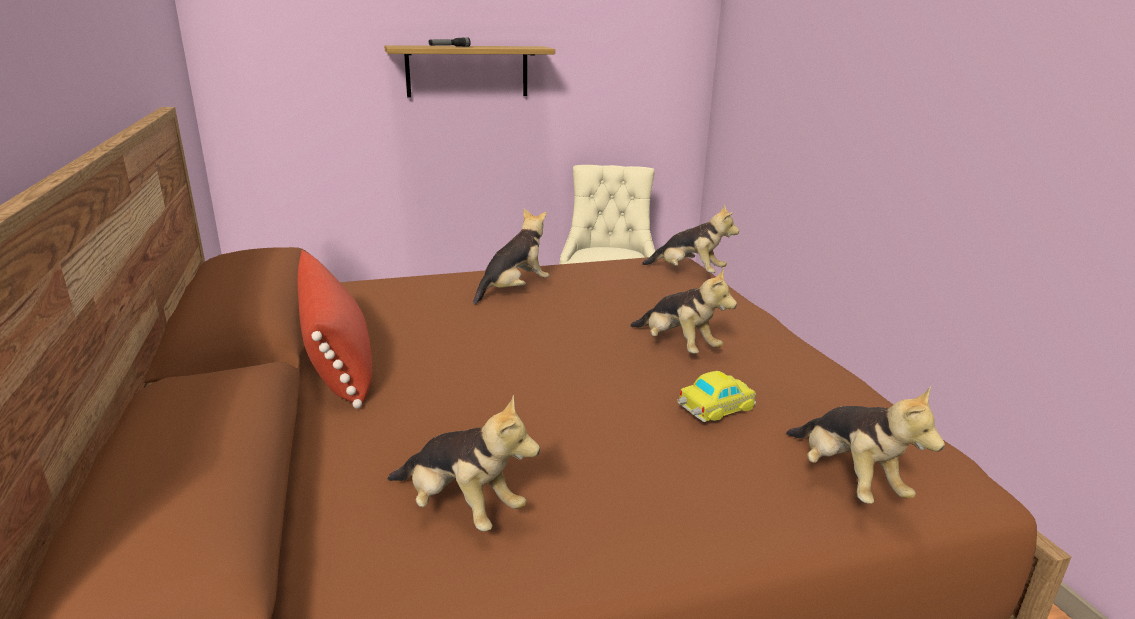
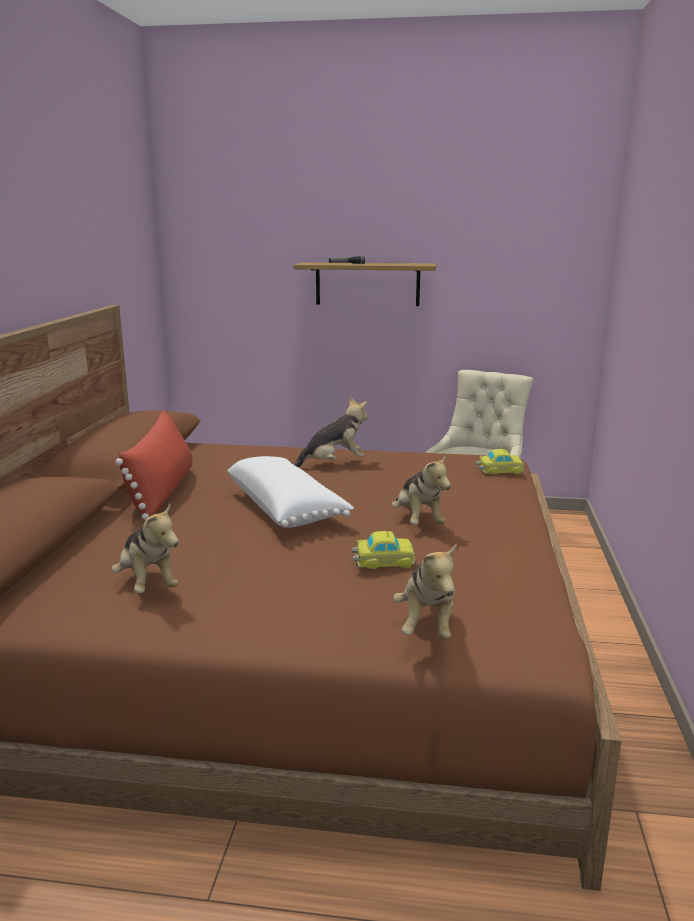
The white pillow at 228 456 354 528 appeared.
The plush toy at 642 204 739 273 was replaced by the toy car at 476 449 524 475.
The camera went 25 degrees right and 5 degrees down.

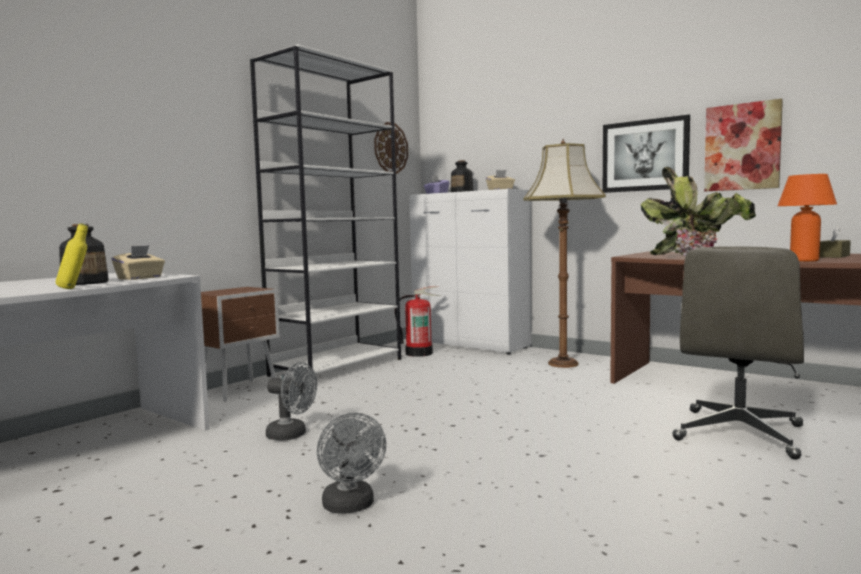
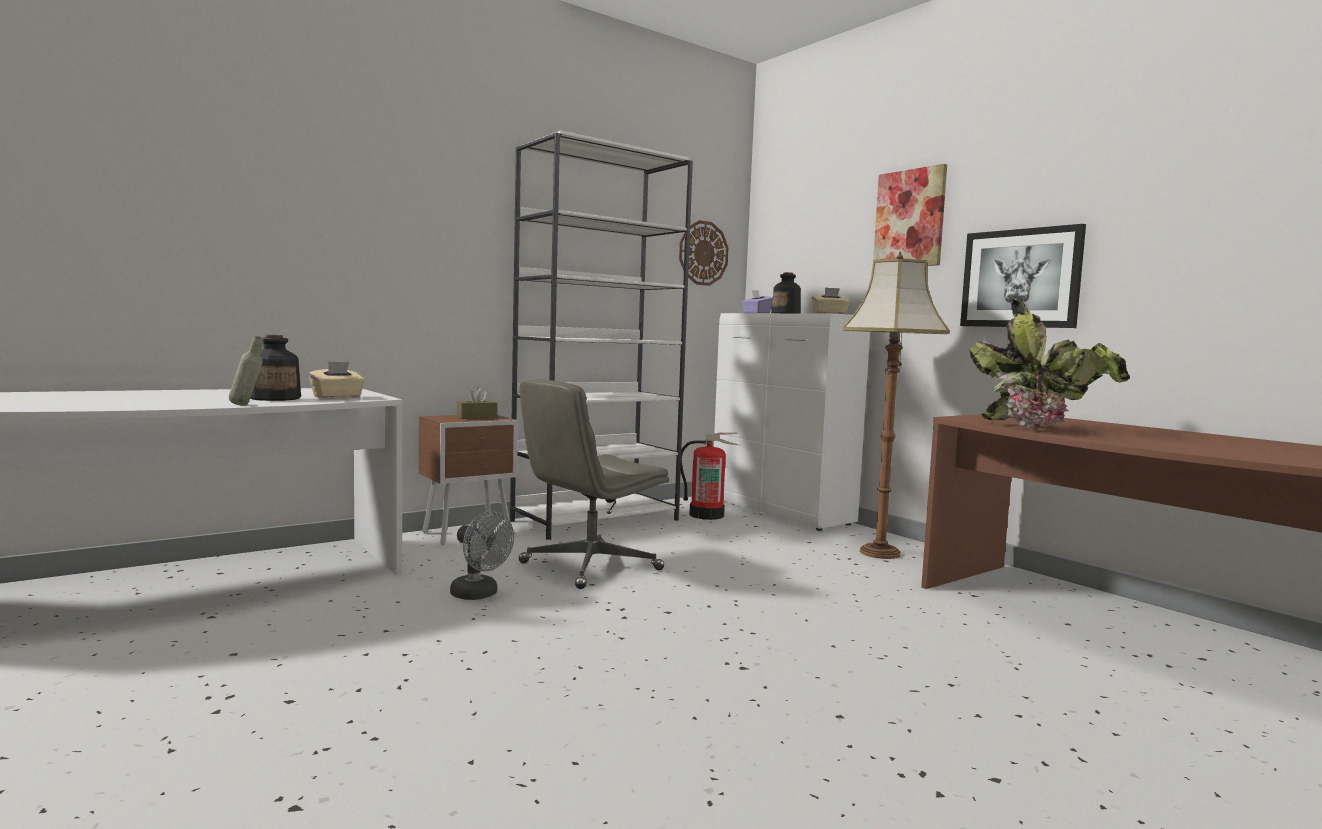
The yellow bottle at 56 223 88 289 became the grey bottle at 229 336 264 406.
The brown tissue box moved from 820 226 851 258 to 457 387 498 419.
The grey office chair moved from 672 246 804 460 to 519 379 669 589.
The picture moved from 704 99 783 191 to 873 164 947 266.
The grey fan at 317 413 386 514 disappeared.
The orange table lamp at 778 174 837 262 disappeared.
The camera went 15 degrees right and 0 degrees up.

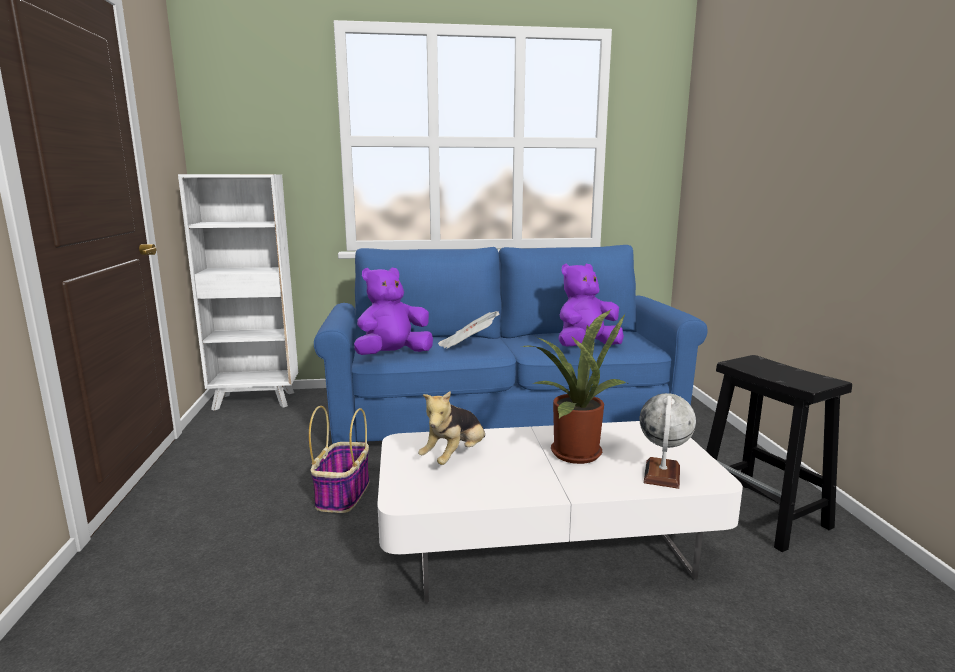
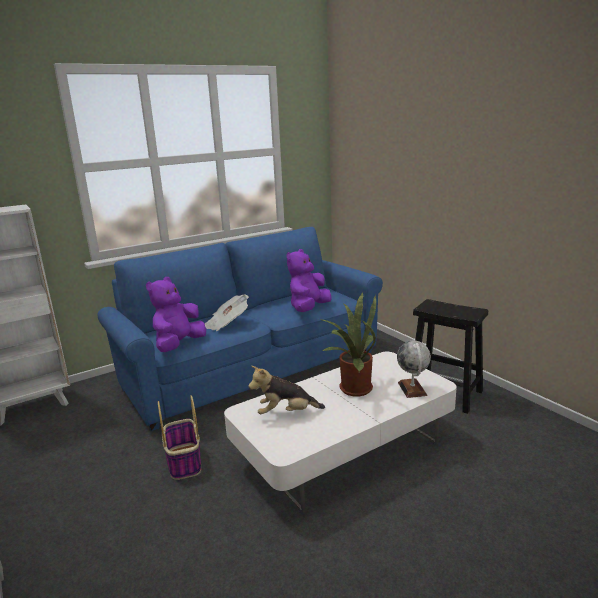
The plush toy at 418 391 485 465 turned 75 degrees clockwise.
The camera went 25 degrees left and 5 degrees up.

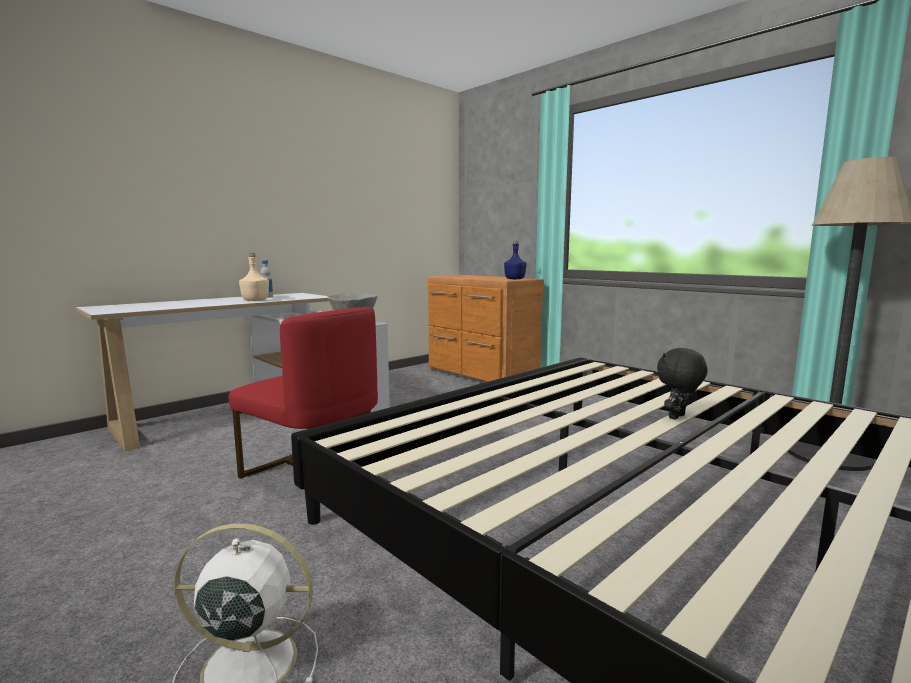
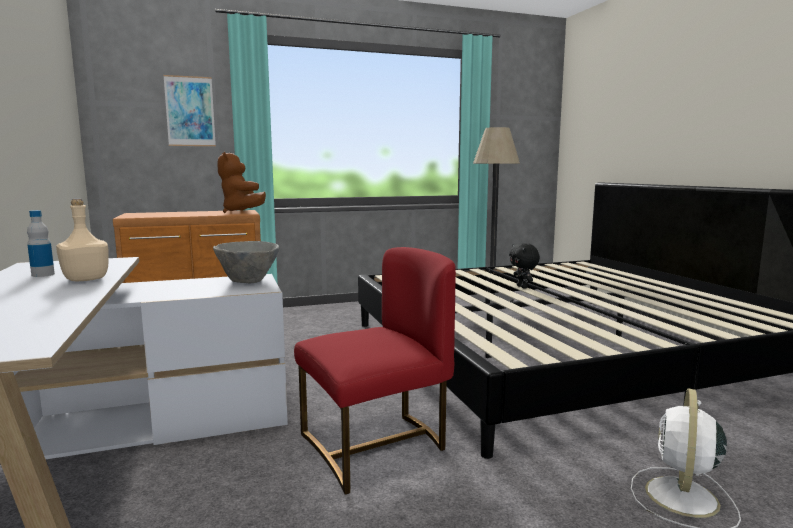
The picture at 163 75 216 146 appeared.
The blue bottle at 504 241 527 279 was replaced by the brown plush toy at 217 151 266 213.
The camera went 65 degrees left and 0 degrees up.

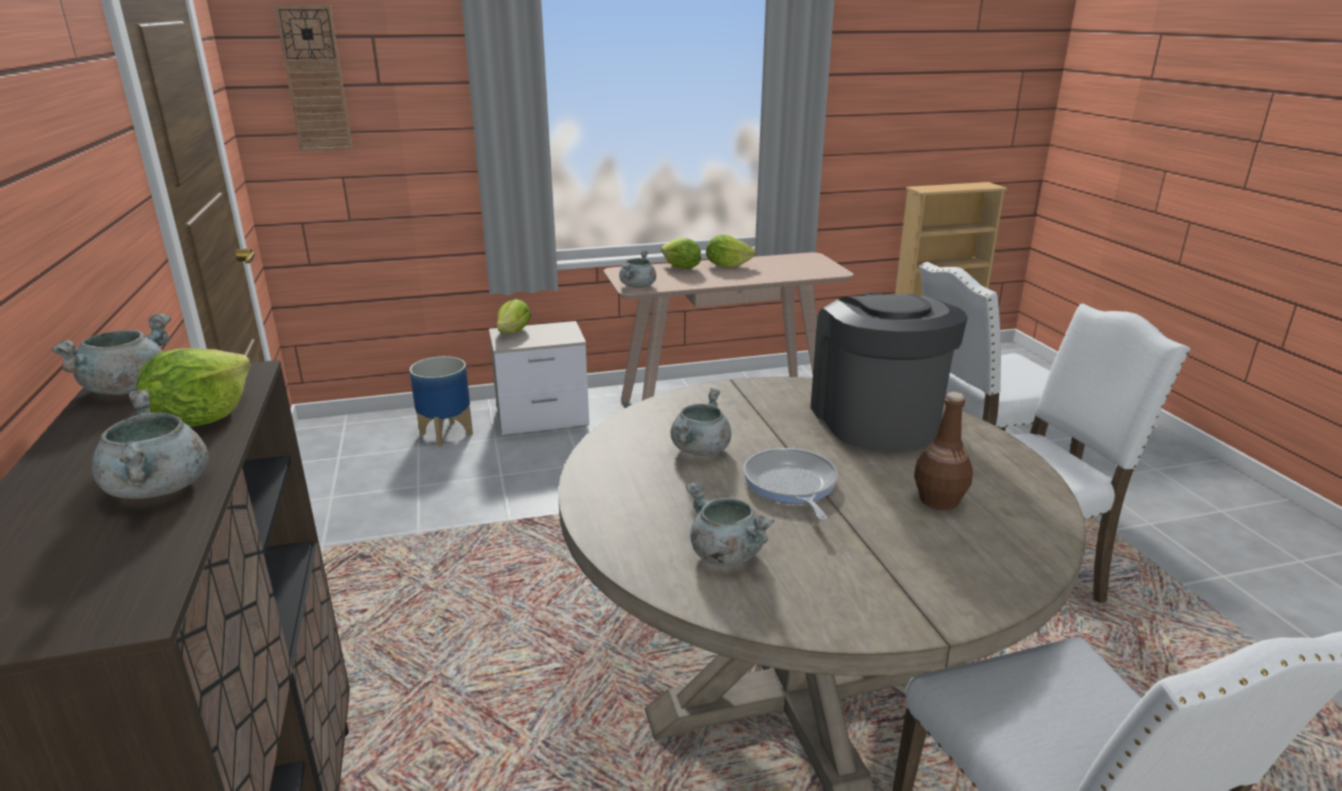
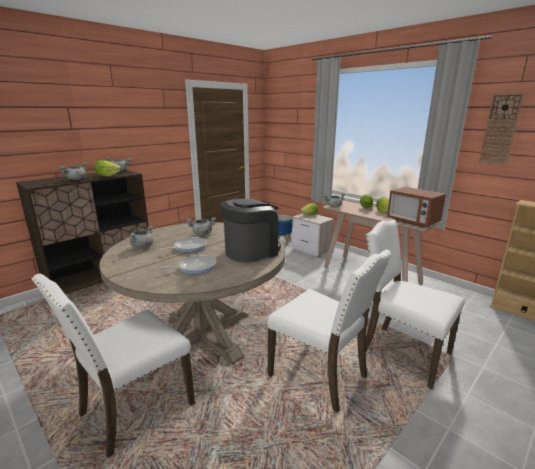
The brown bottle at 914 392 973 510 was replaced by the frying pan at 159 255 216 274.
The microwave at 387 187 446 228 appeared.
The wall clock moved from 274 6 353 152 to 479 93 524 165.
The camera went 60 degrees right and 5 degrees down.

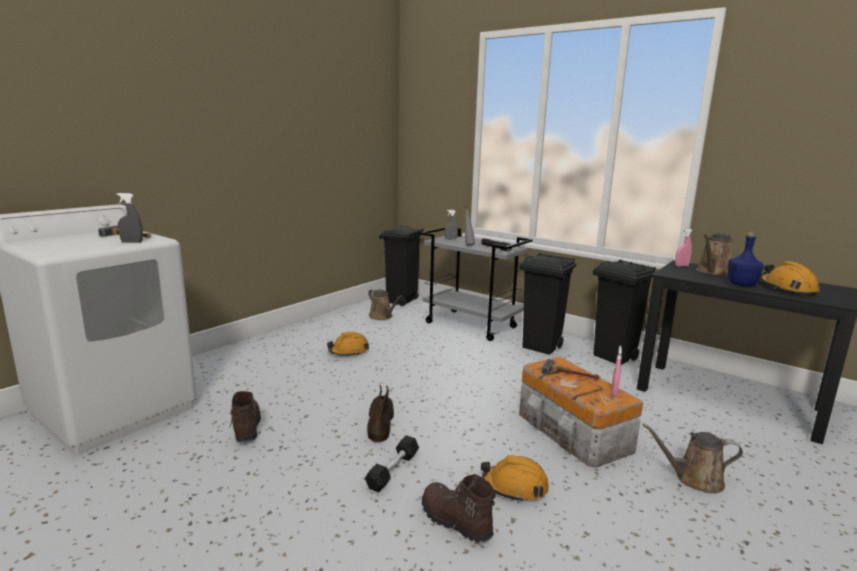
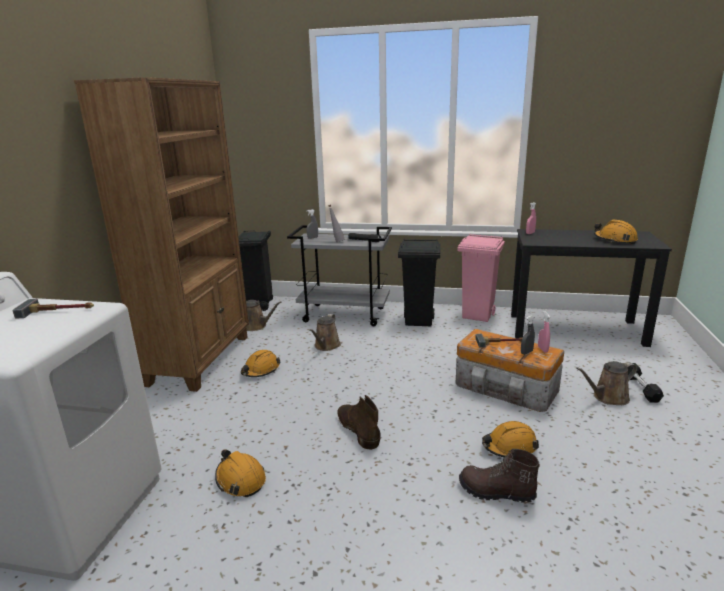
The brown bookcase at 74 77 249 392 appeared.
The brown boot at 229 391 261 442 was replaced by the orange hard hat at 215 449 266 497.
The brown watering can moved from 696 233 732 275 to 309 314 341 351.
The black trash can at 592 260 656 365 became the pink trash can at 457 234 505 322.
The grey spray bottle moved from 117 193 143 243 to 521 315 535 355.
The black dumbbell moved from 365 435 419 492 to 628 363 664 403.
The blue bottle at 728 232 764 286 disappeared.
The camera went 25 degrees left and 5 degrees up.

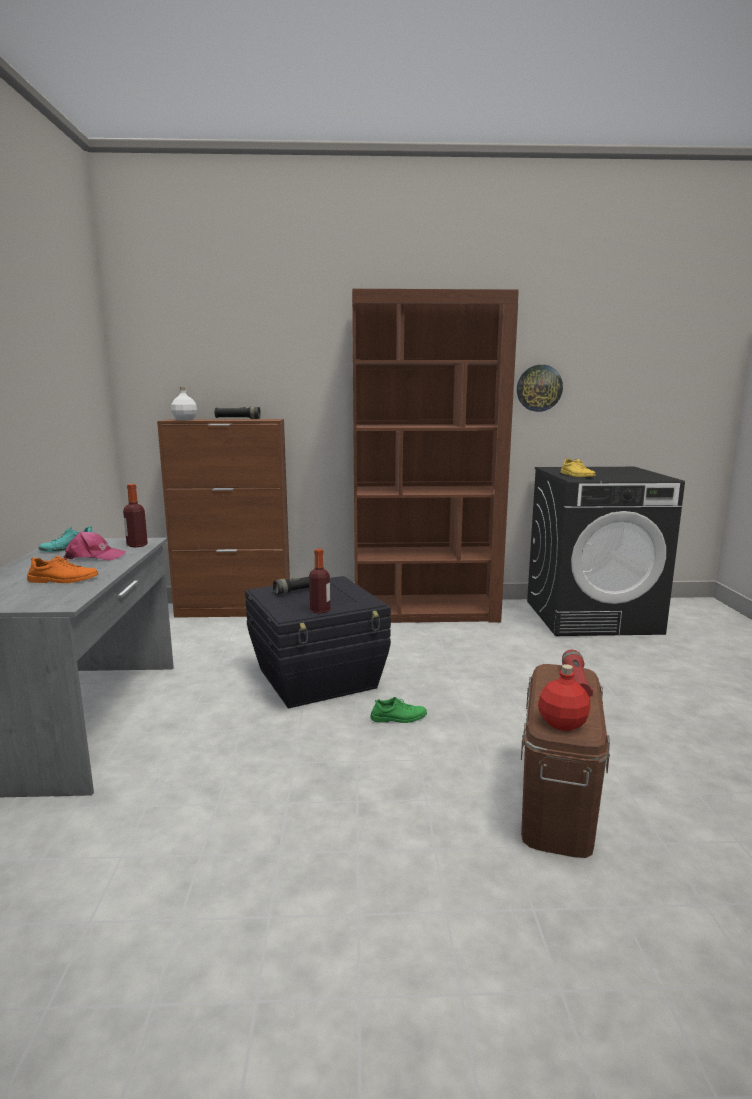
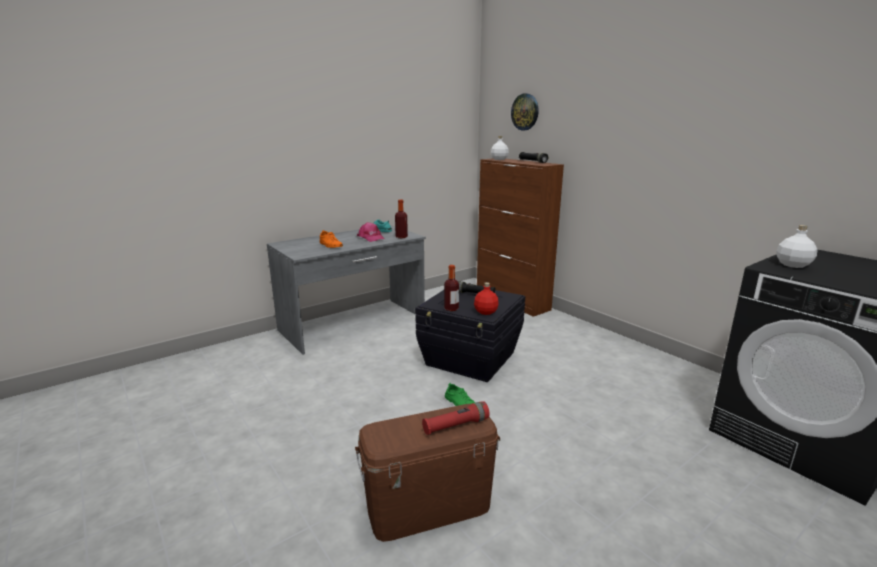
The red bottle moved from 538 664 590 731 to 474 282 499 315.
The wall clock moved from 517 365 563 412 to 511 94 539 130.
The yellow shoe at 561 458 596 477 was replaced by the white bottle at 776 225 818 268.
The brown bookcase at 352 289 519 623 disappeared.
The camera went 55 degrees right and 5 degrees up.

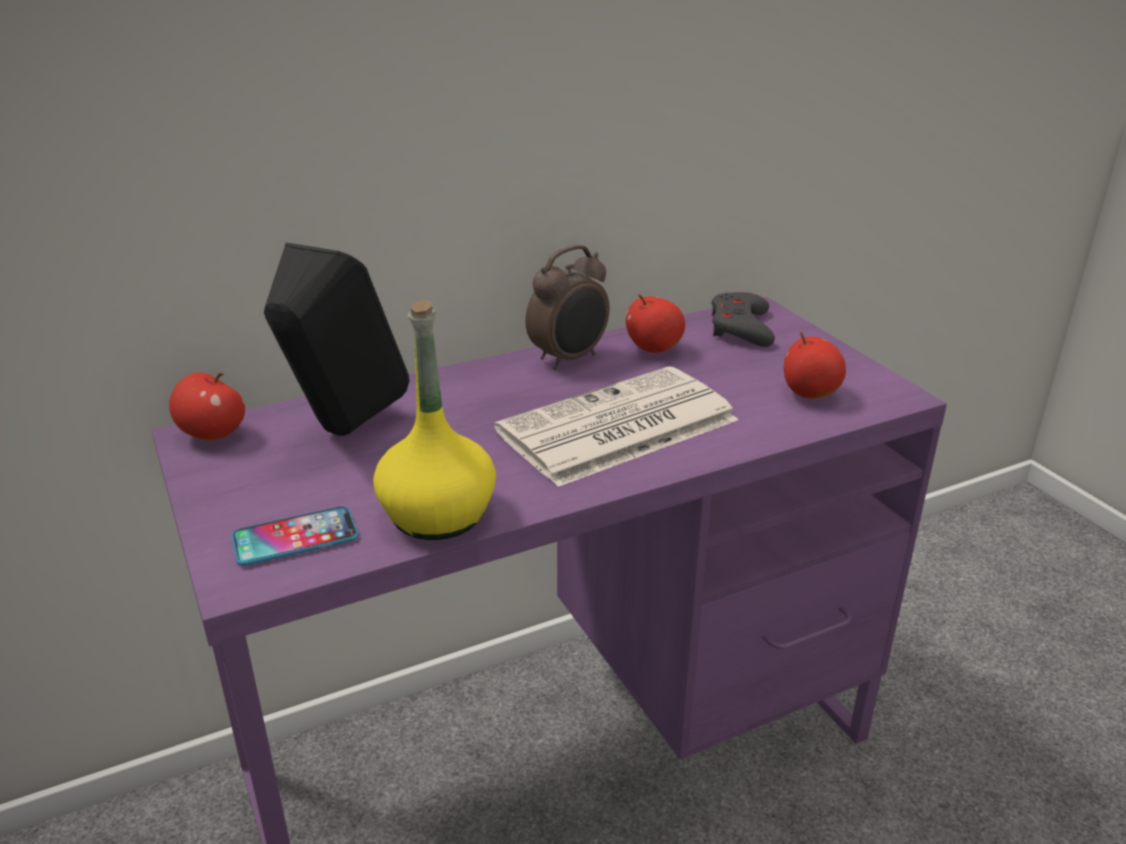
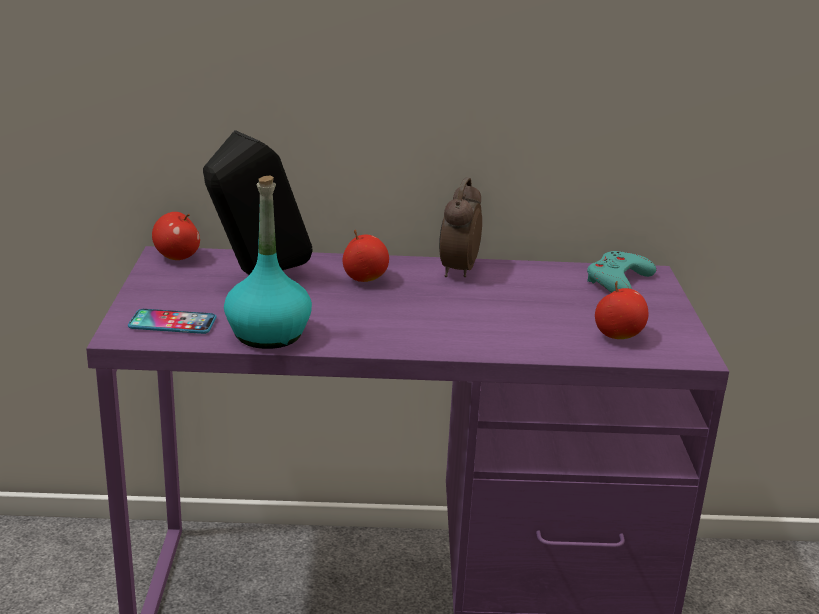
The yellow bottle at 373 300 496 540 became the turquoise bottle at 224 175 312 349.
The apple moved from 626 294 685 353 to 343 230 389 282.
The alarm clock at 526 245 609 370 turned 120 degrees clockwise.
The grey game controller at 712 292 775 347 became the turquoise game controller at 587 251 656 293.
The newspaper at 494 366 738 487 disappeared.
The camera went 25 degrees right and 5 degrees down.

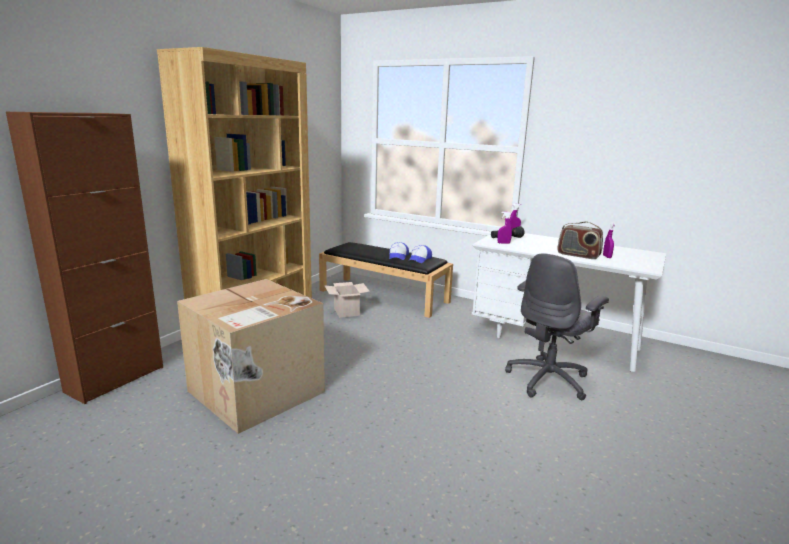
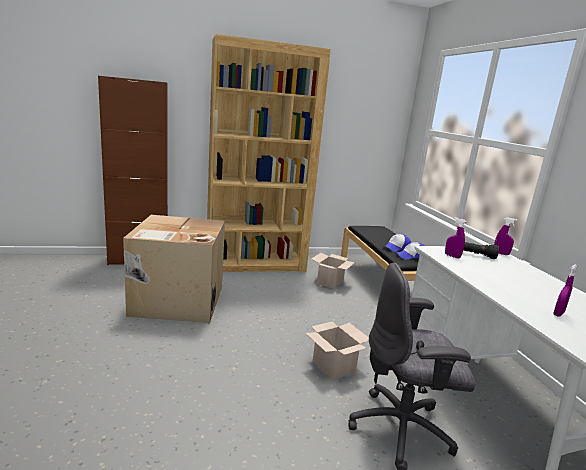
The cardboard box at 305 321 369 380 appeared.
The radio at 557 221 603 259 disappeared.
The camera went 45 degrees right and 0 degrees up.

